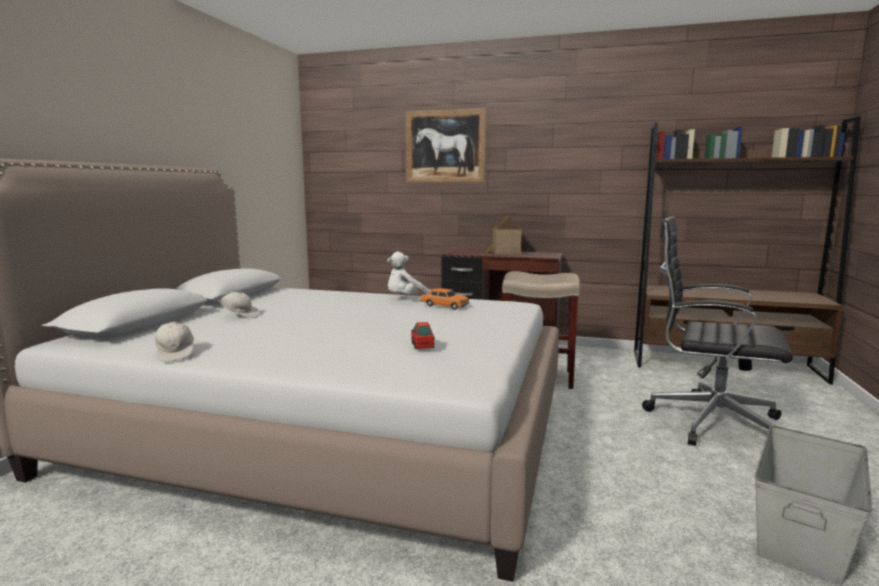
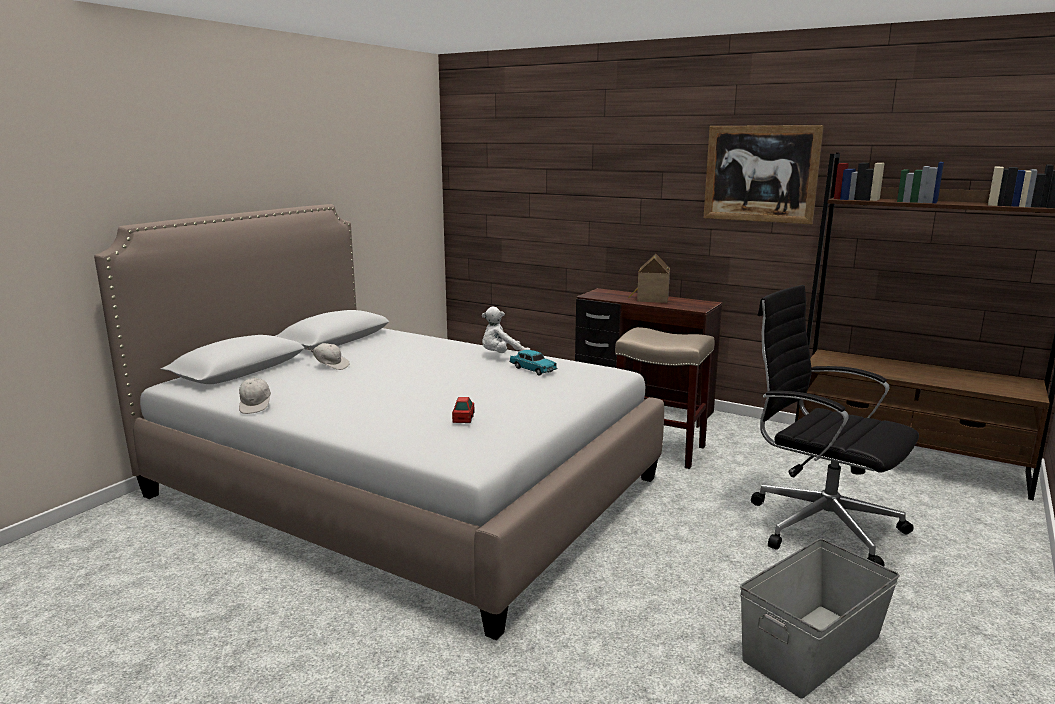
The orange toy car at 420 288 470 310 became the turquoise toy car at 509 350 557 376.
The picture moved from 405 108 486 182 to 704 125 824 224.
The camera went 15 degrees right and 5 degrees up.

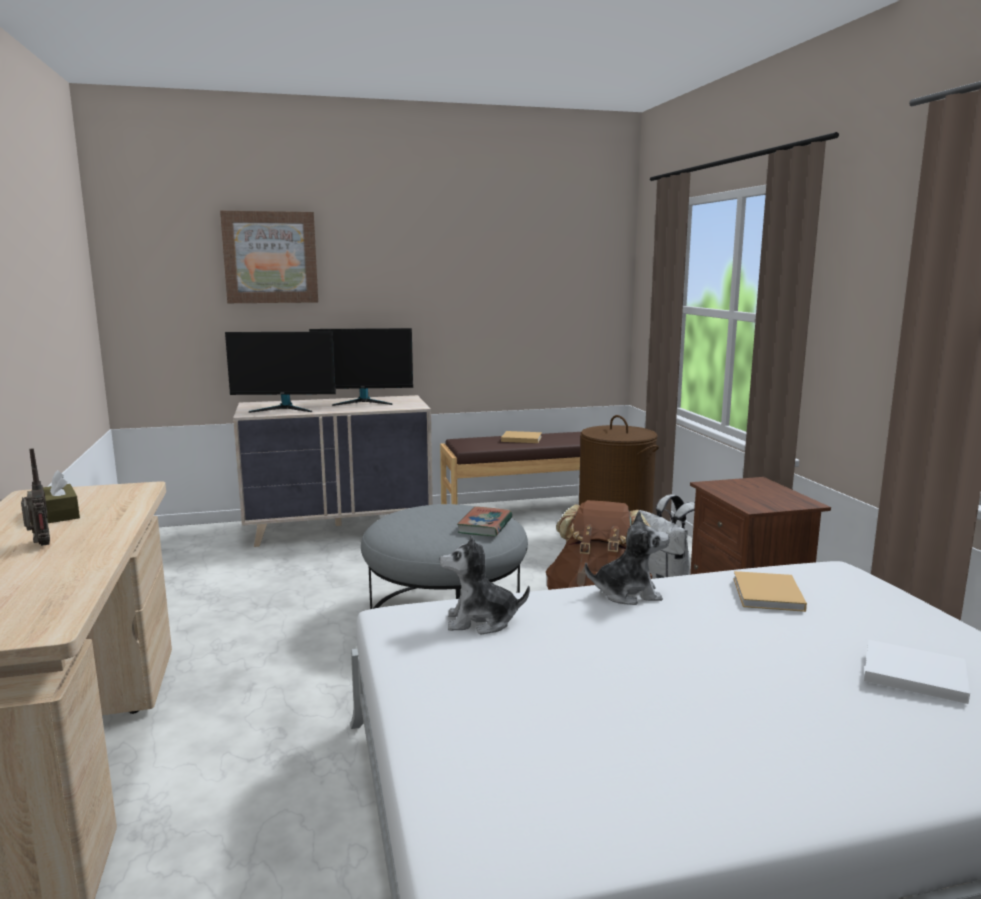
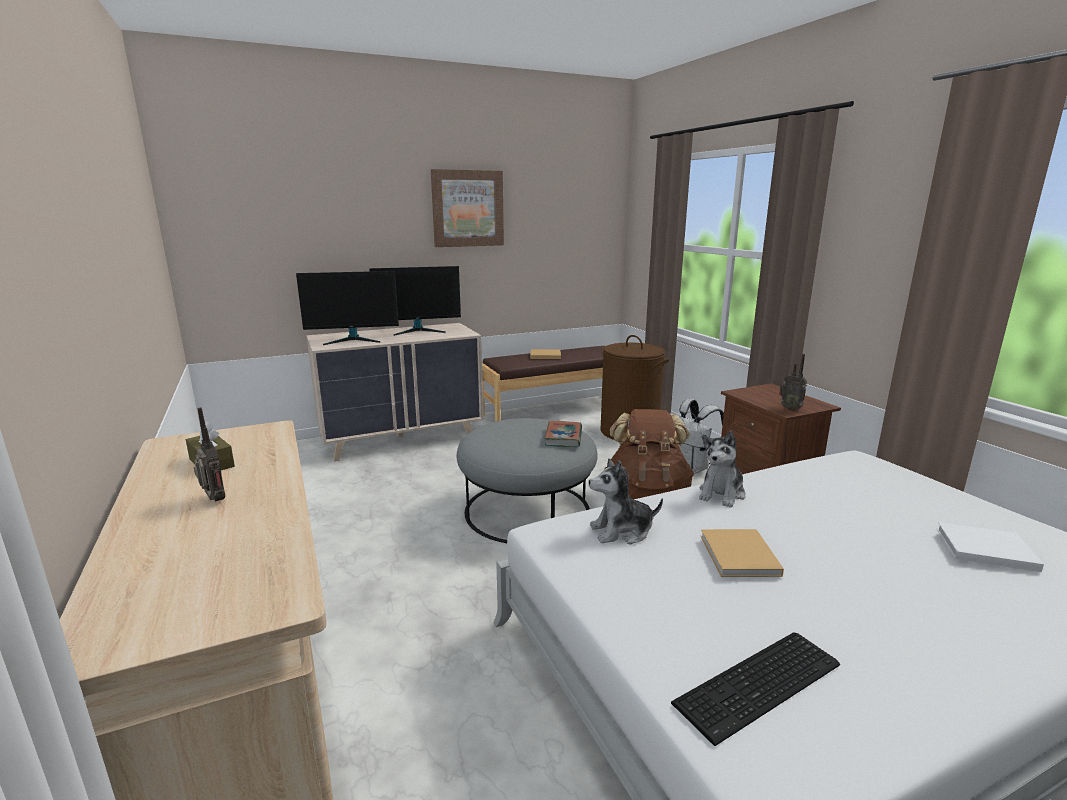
The picture moved from 220 211 318 303 to 431 169 504 247.
The keyboard at 671 632 840 746 appeared.
The plush toy at 585 511 670 605 turned 135 degrees clockwise.
The beige book moved from 733 571 807 612 to 701 529 784 577.
The radio at 779 354 807 411 appeared.
The camera went 10 degrees left and 5 degrees up.

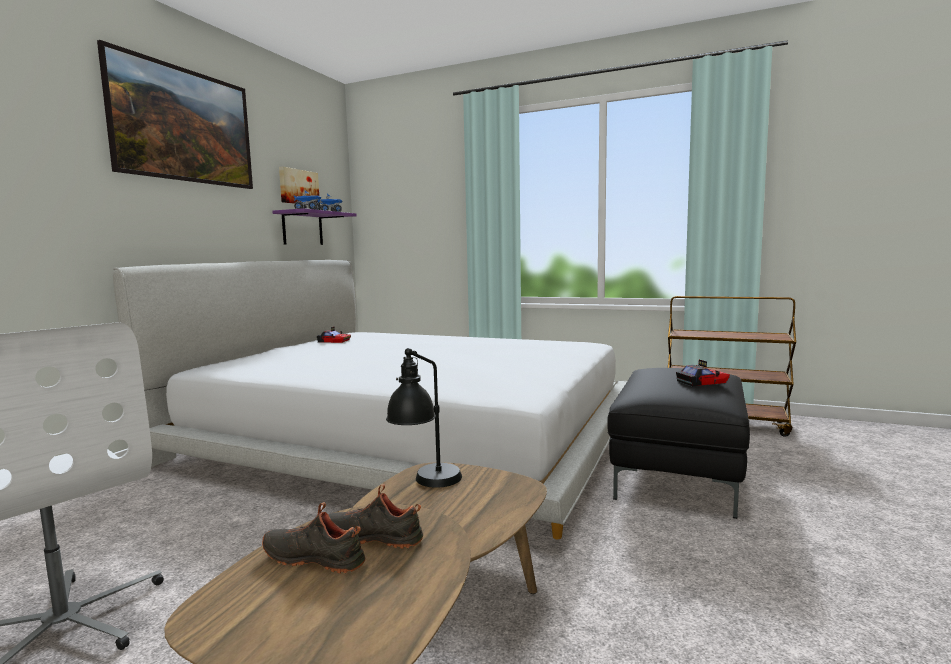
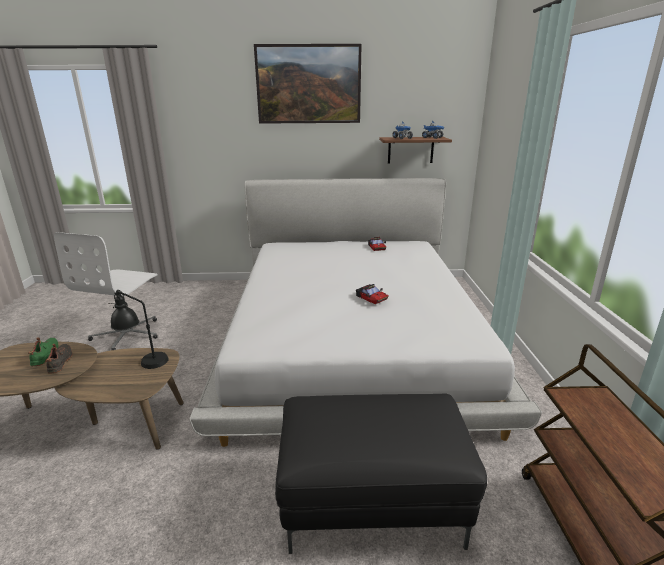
The black shoe at 262 502 365 574 became the green shoe at 28 337 59 366.
The toy car moved from 676 360 730 386 to 356 284 389 304.
The purple shelf at 272 208 356 245 became the brown shelf at 379 137 452 163.
The picture at 279 166 320 204 disappeared.
The camera went 65 degrees right and 15 degrees up.

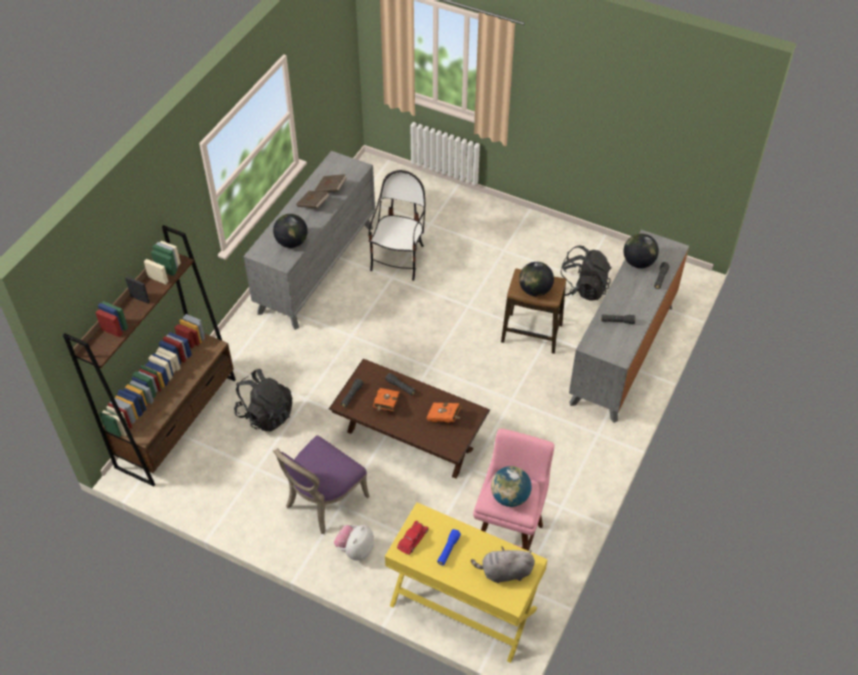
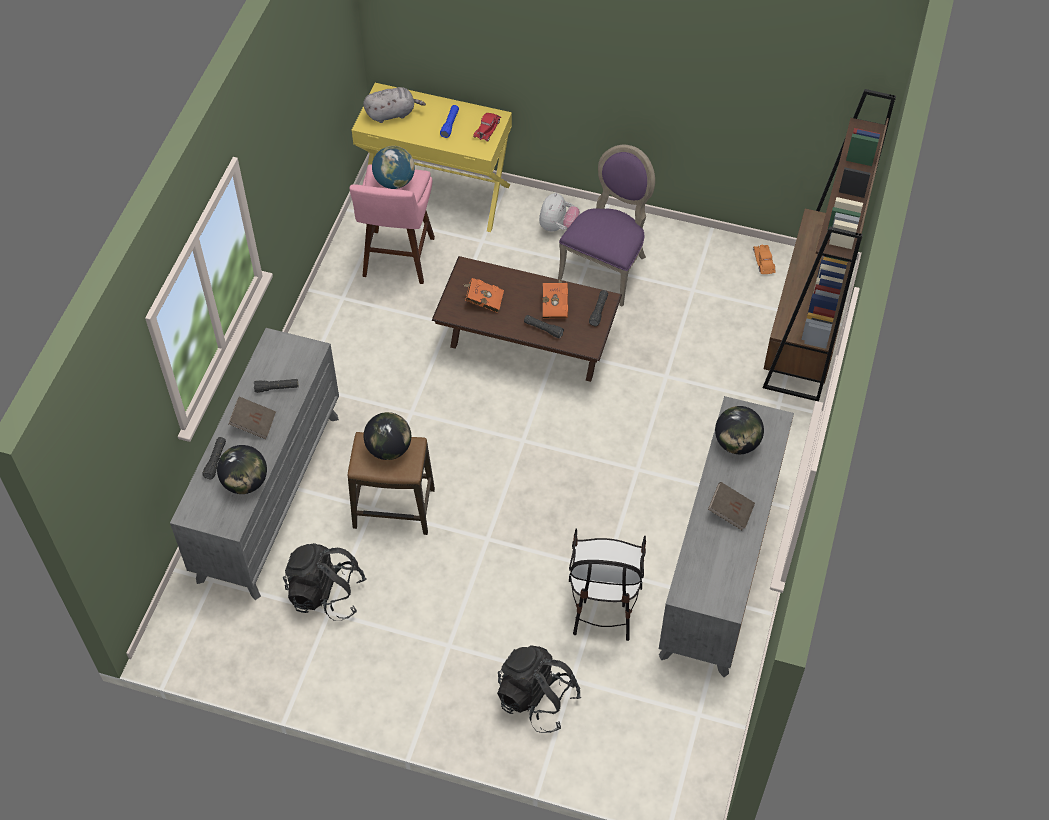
The brown book moved from 315 174 347 192 to 228 397 276 439.
The black backpack moved from 234 369 292 432 to 497 645 581 733.
The orange toy car at 753 244 776 274 appeared.
The camera went 170 degrees right and 5 degrees up.

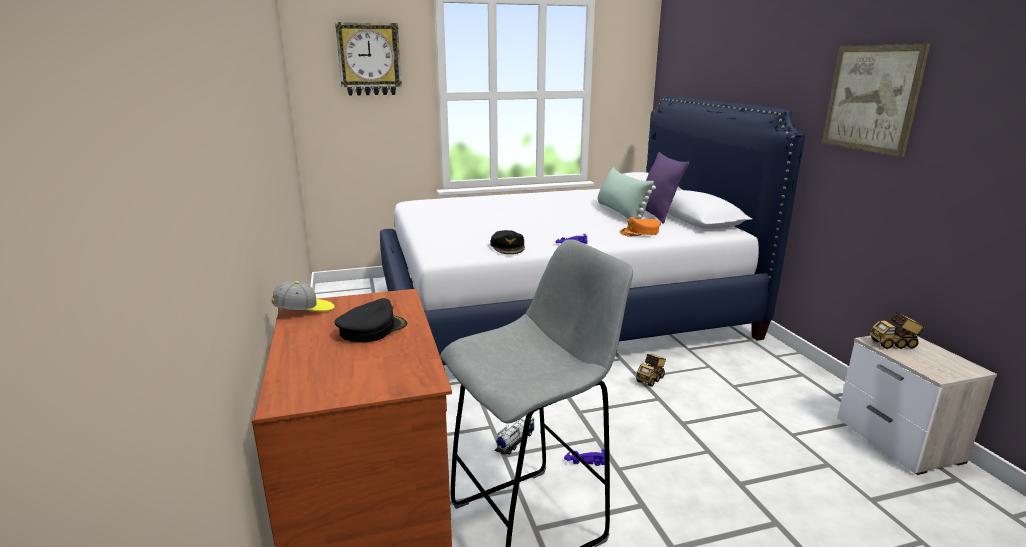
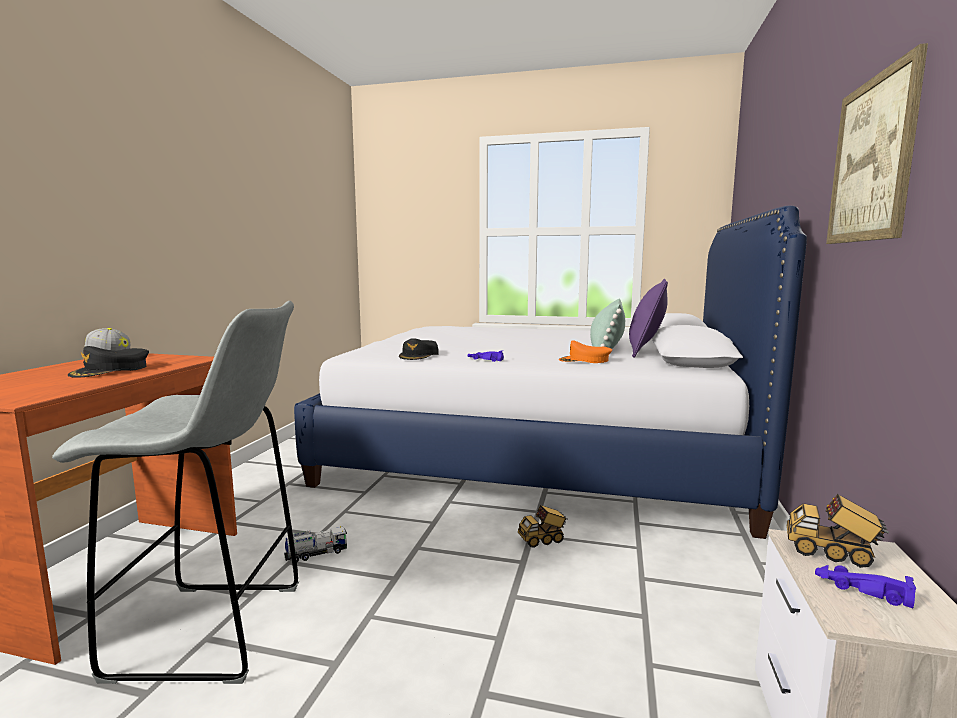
The black cap at 334 298 407 342 turned 135 degrees clockwise.
The purple toy car moved from 564 449 605 466 to 815 565 916 608.
The wall clock at 335 22 402 96 disappeared.
The camera went 30 degrees right and 10 degrees down.

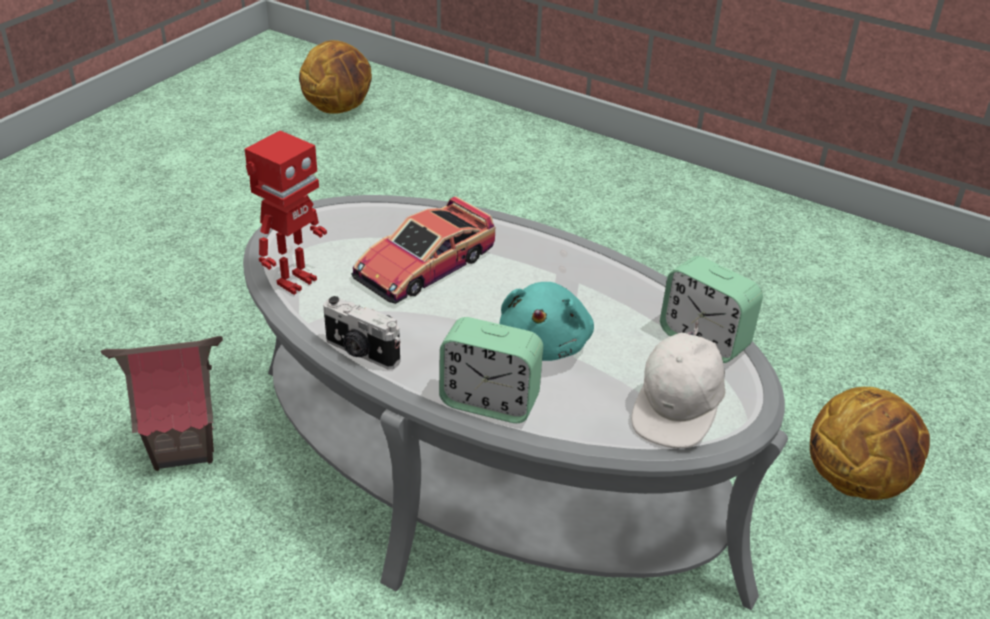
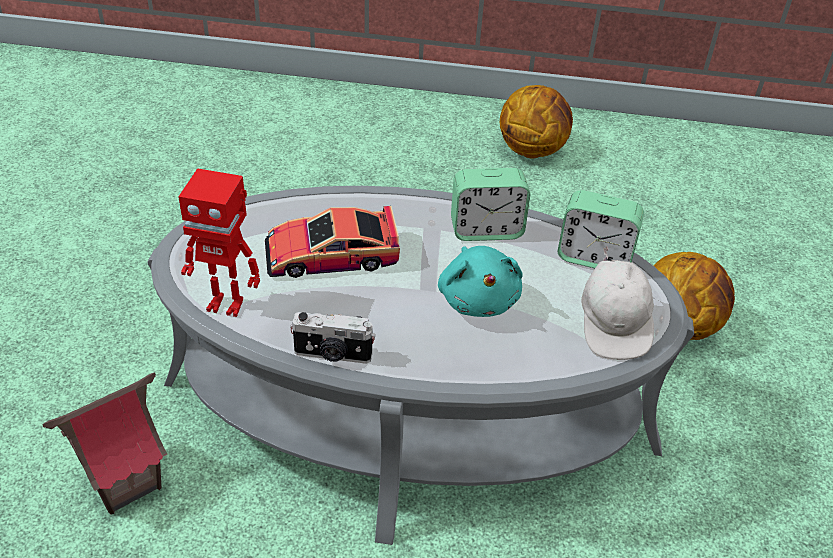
The toy robot at 245 131 327 295 turned 90 degrees clockwise.
The toy car at 351 196 495 304 turned 60 degrees clockwise.
The alarm clock moved from 439 317 543 423 to 451 168 530 241.
The basketball moved from 299 40 372 114 to 500 85 573 159.
The camera went 25 degrees left and 5 degrees up.

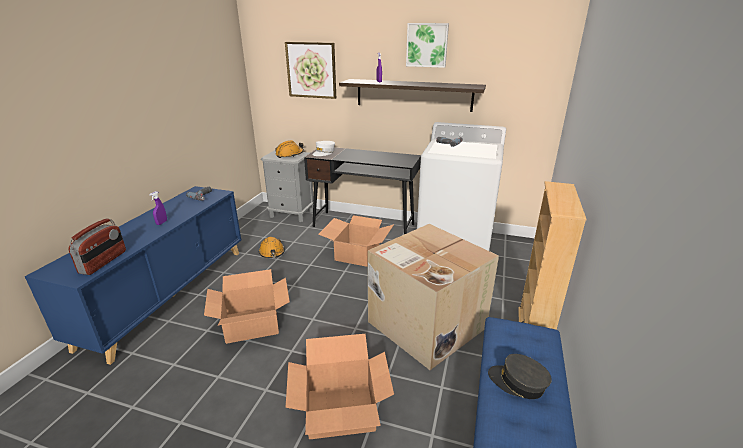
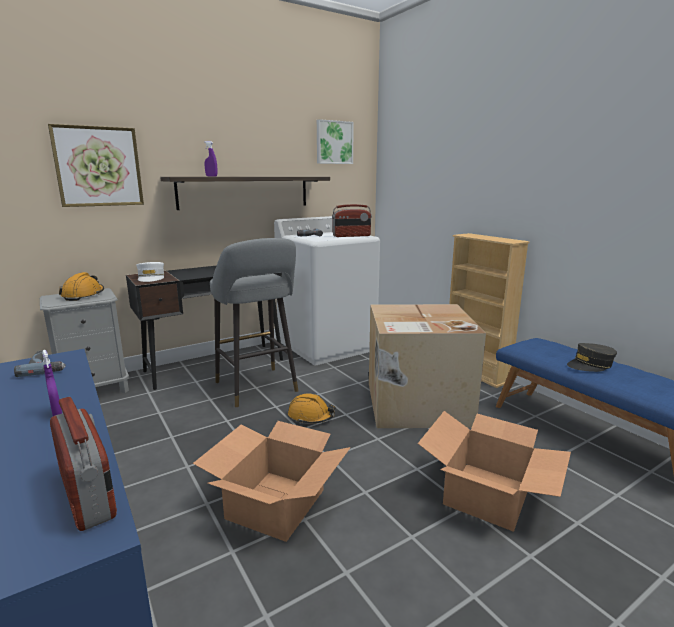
The cardboard box at 318 215 394 267 was replaced by the grey stool at 210 238 298 407.
The orange hard hat moved from 258 237 285 258 to 288 394 336 424.
The picture moved from 406 23 449 68 to 317 119 354 164.
The radio at 332 204 372 237 appeared.
The camera went 50 degrees left and 10 degrees down.

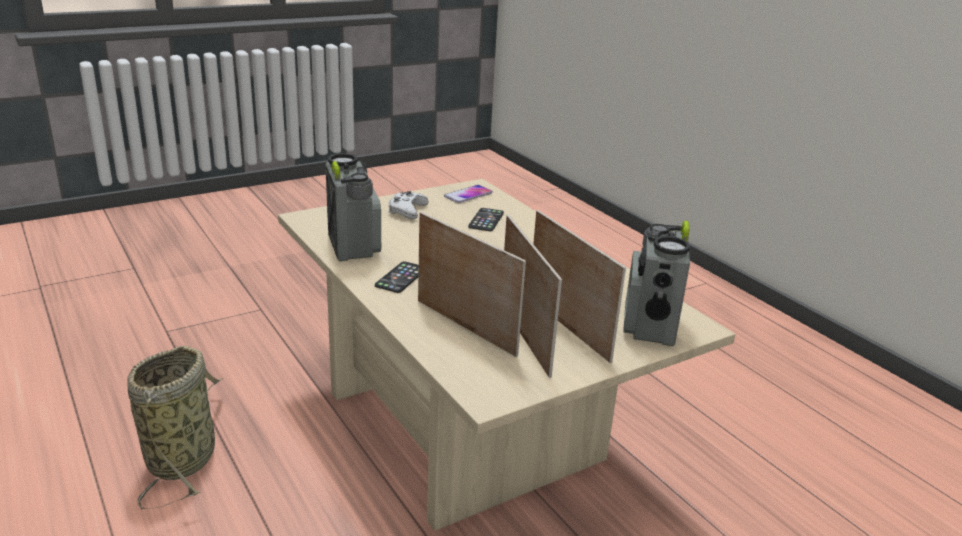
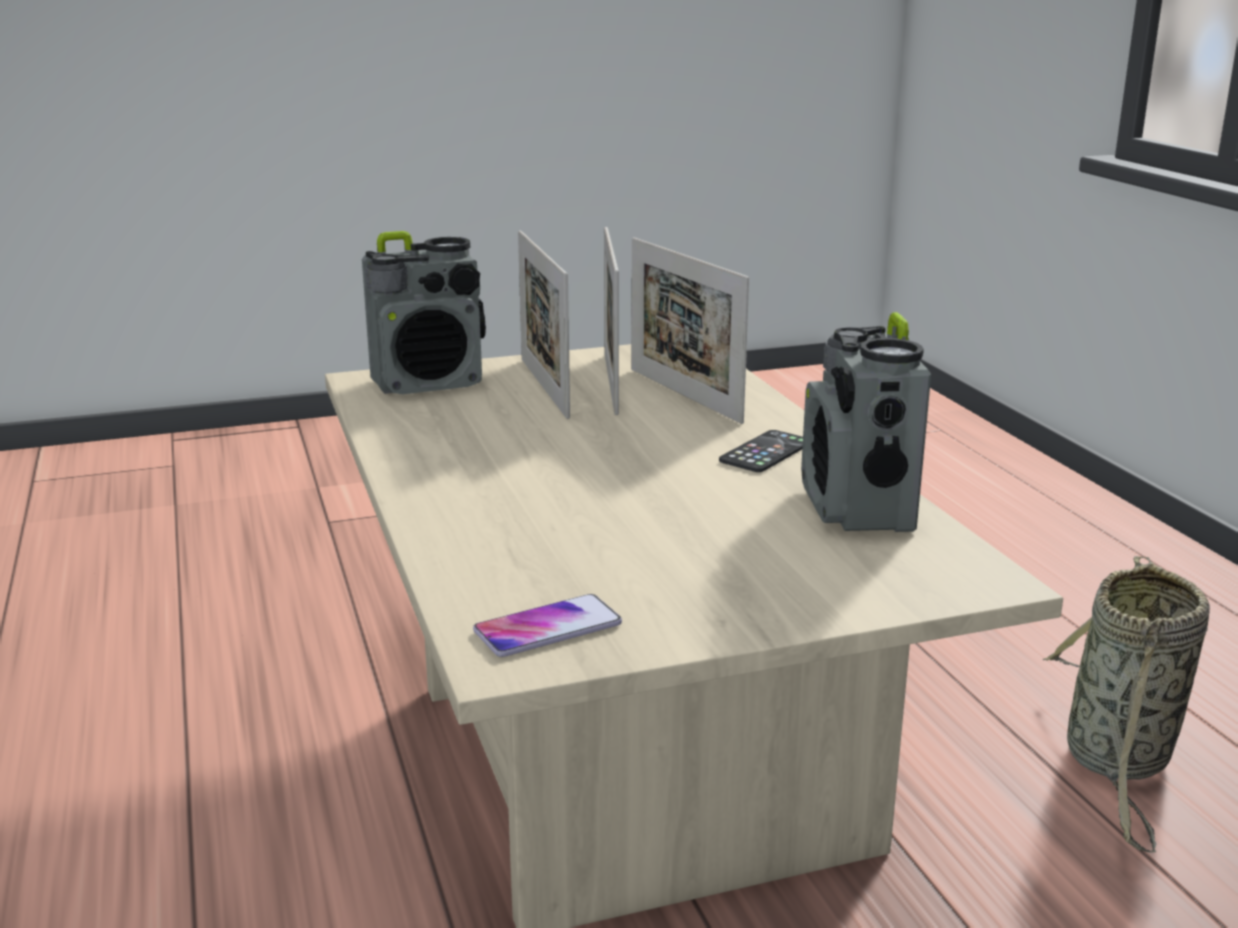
The radio at 623 220 690 346 turned 45 degrees clockwise.
The white game controller at 389 191 428 220 disappeared.
The phone at 468 208 504 231 disappeared.
The camera went 165 degrees left and 5 degrees down.

